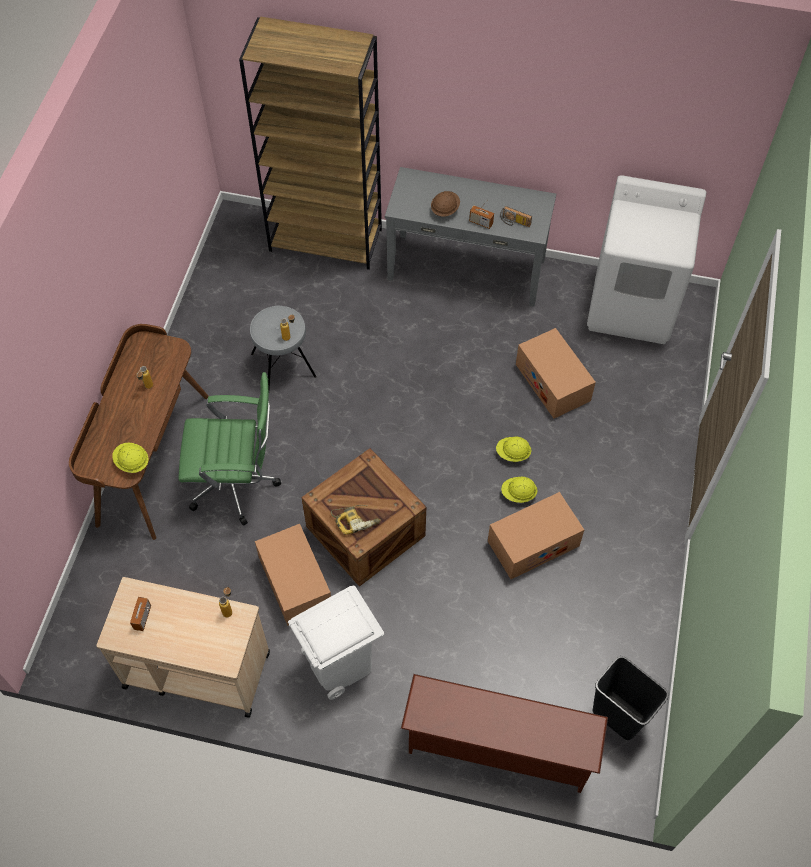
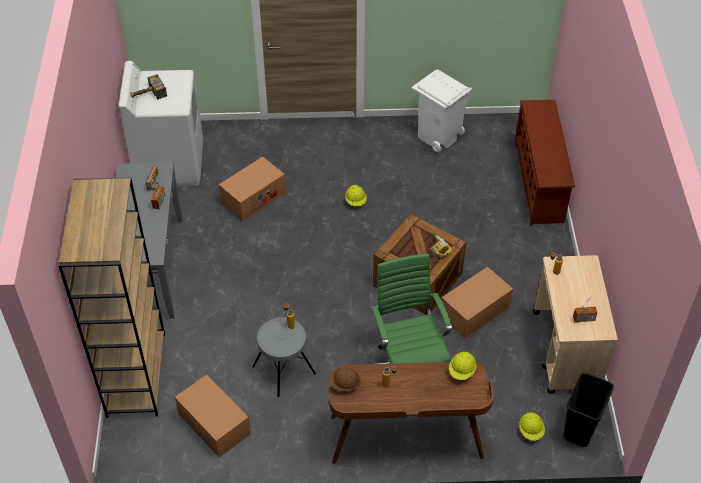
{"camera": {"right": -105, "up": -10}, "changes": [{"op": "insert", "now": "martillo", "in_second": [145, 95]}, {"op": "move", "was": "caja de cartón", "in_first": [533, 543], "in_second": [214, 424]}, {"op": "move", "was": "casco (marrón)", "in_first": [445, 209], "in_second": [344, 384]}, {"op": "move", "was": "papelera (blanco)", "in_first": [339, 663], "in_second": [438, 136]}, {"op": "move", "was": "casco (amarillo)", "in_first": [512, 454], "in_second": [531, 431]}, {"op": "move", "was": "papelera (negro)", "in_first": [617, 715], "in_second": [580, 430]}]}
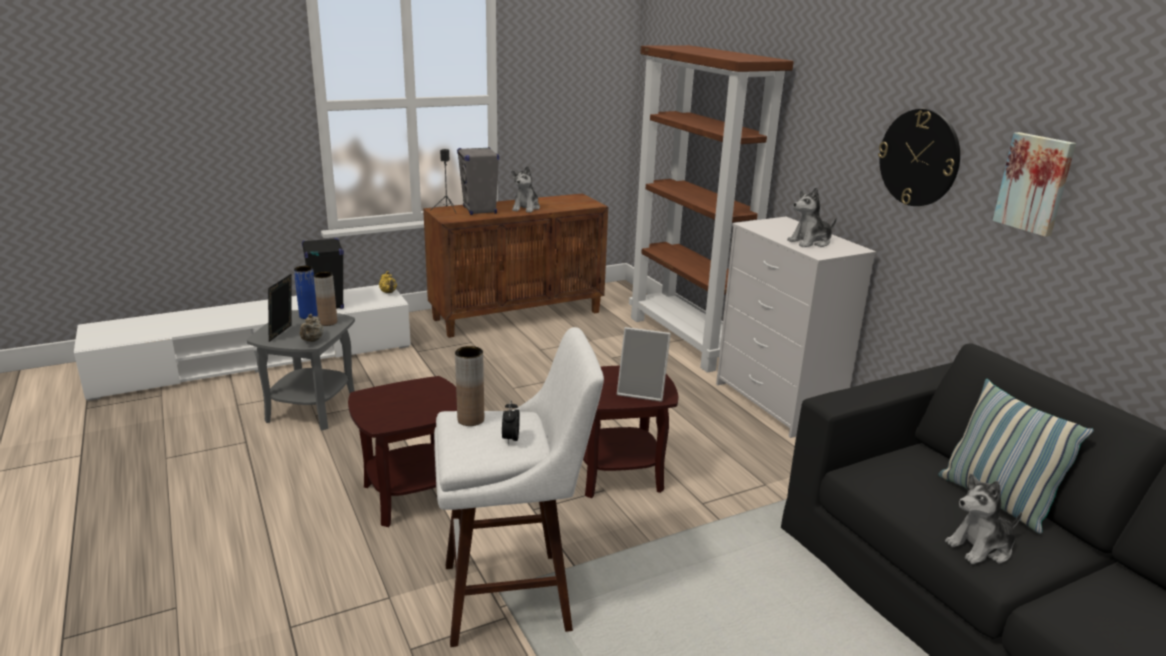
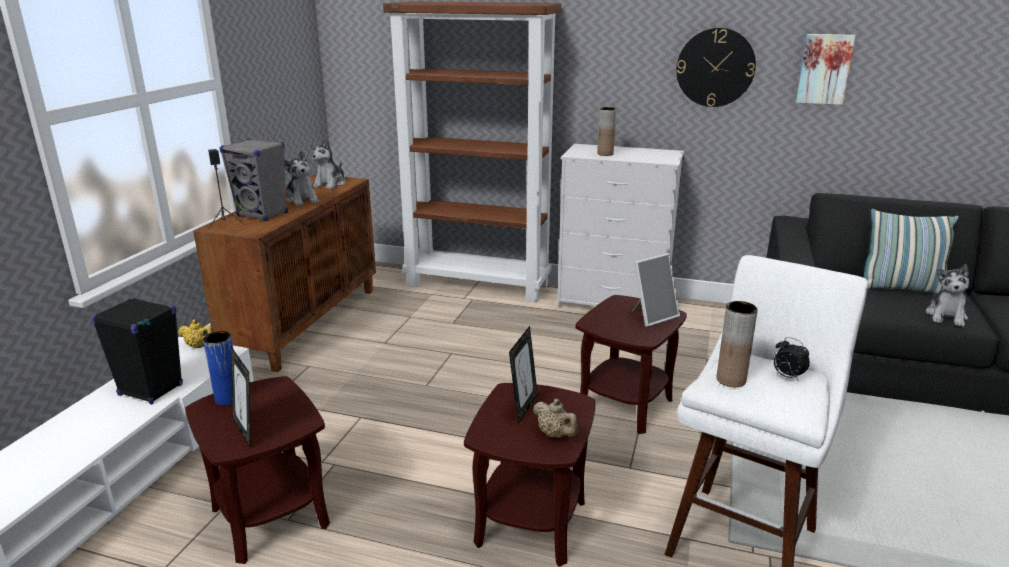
{"camera": {"right": -45, "up": 0}, "changes": [{"op": "recolor", "was": "mesa auxiliar (gris)", "now": "mesa auxiliar (marrón)", "in_first": [312, 409], "in_second": [271, 516]}, {"op": "move", "was": "peluche", "in_first": [810, 242], "in_second": [330, 184]}, {"op": "insert", "now": "portarretratos", "in_second": [523, 407]}, {"op": "move", "was": "tetera (beis)", "in_first": [312, 340], "in_second": [555, 435]}, {"op": "move", "was": "florero (marrón)", "in_first": [328, 322], "in_second": [605, 154]}]}
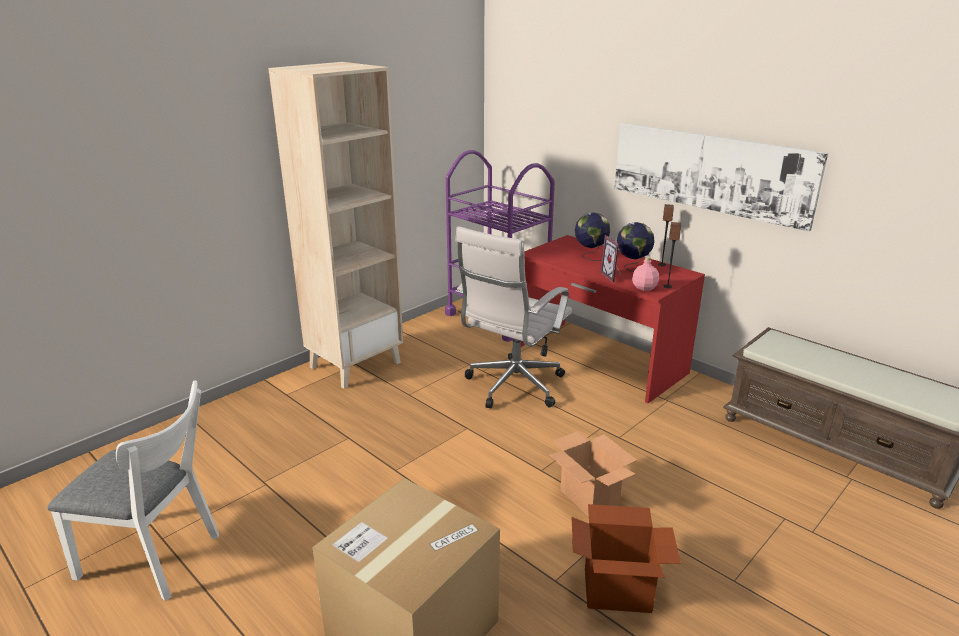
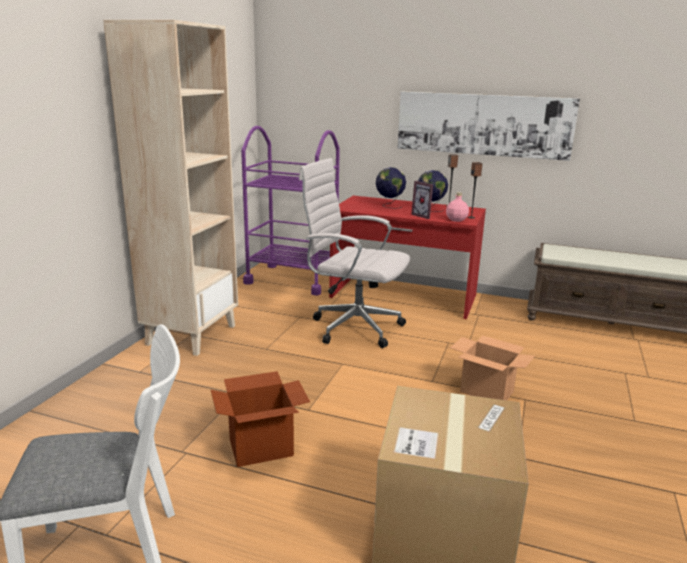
{"camera": {"right": -25, "up": -5}, "changes": [{"op": "move", "was": "caja de cartón", "in_first": [617, 590], "in_second": [261, 447]}, {"op": "rotate", "was": "silla de oficina (blanco)", "in_first": [512, 387], "in_second": [352, 327], "clockwise": 105}]}
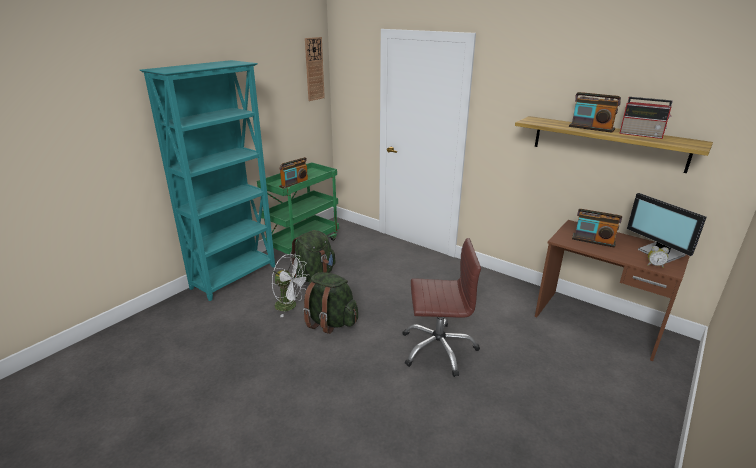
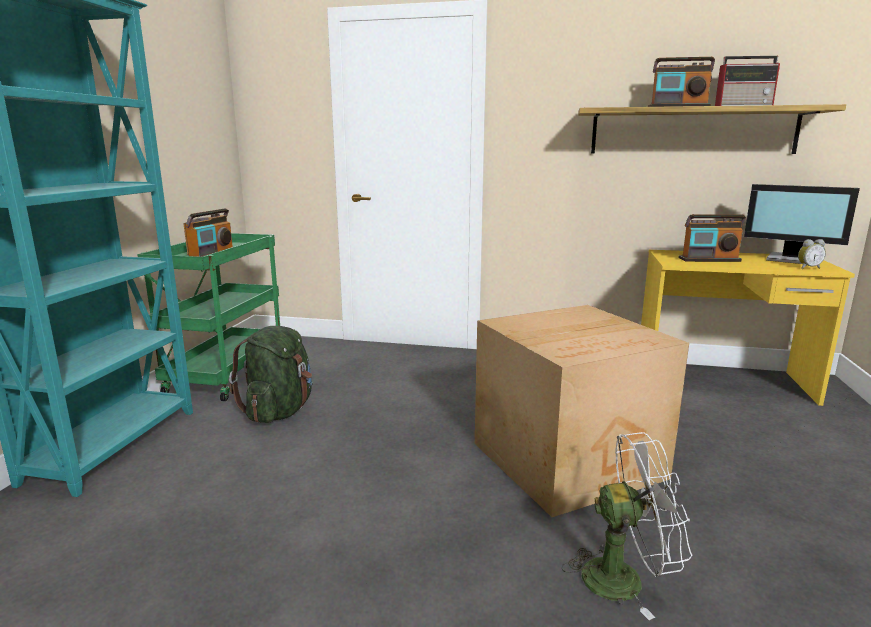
{"camera": {"right": -25, "up": -10}, "changes": [{"op": "replace", "was": "silla de oficina (marrón)", "now": "caja de cartón", "in_first": [438, 348], "in_second": [570, 461]}, {"op": "move", "was": "ventilador (blanco)", "in_first": [290, 306], "in_second": [624, 578]}, {"op": "recolor", "was": "escritorio (marrón)", "now": "escritorio (amarillo)", "in_first": [597, 323], "in_second": [722, 382]}, {"op": "delete", "was": "mochila (verde)", "in_first": [330, 322]}, {"op": "delete", "was": "reloj de pared", "in_first": [314, 69]}]}
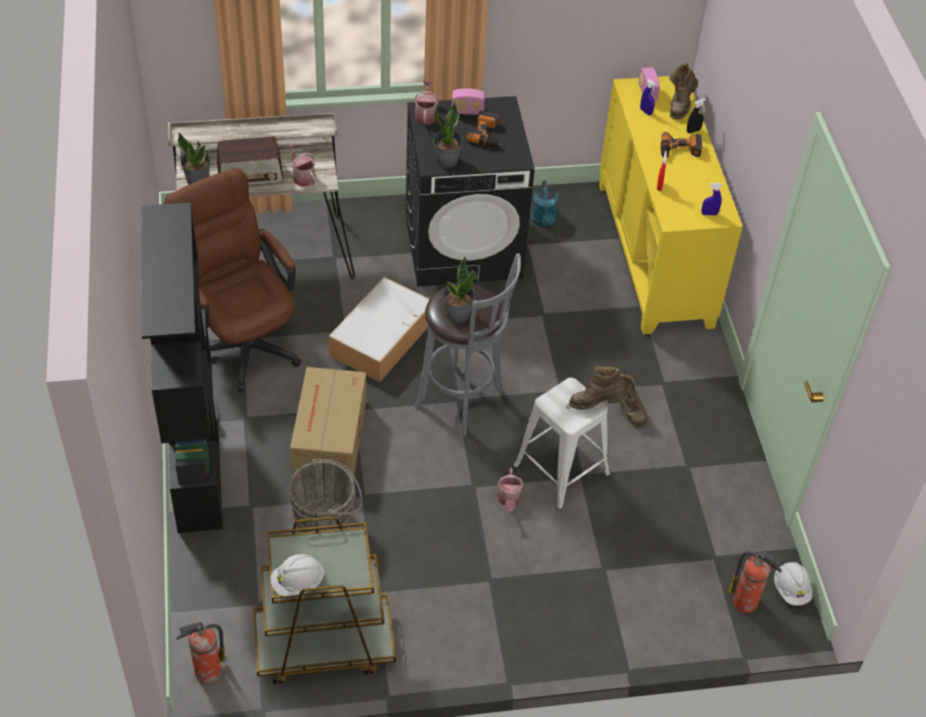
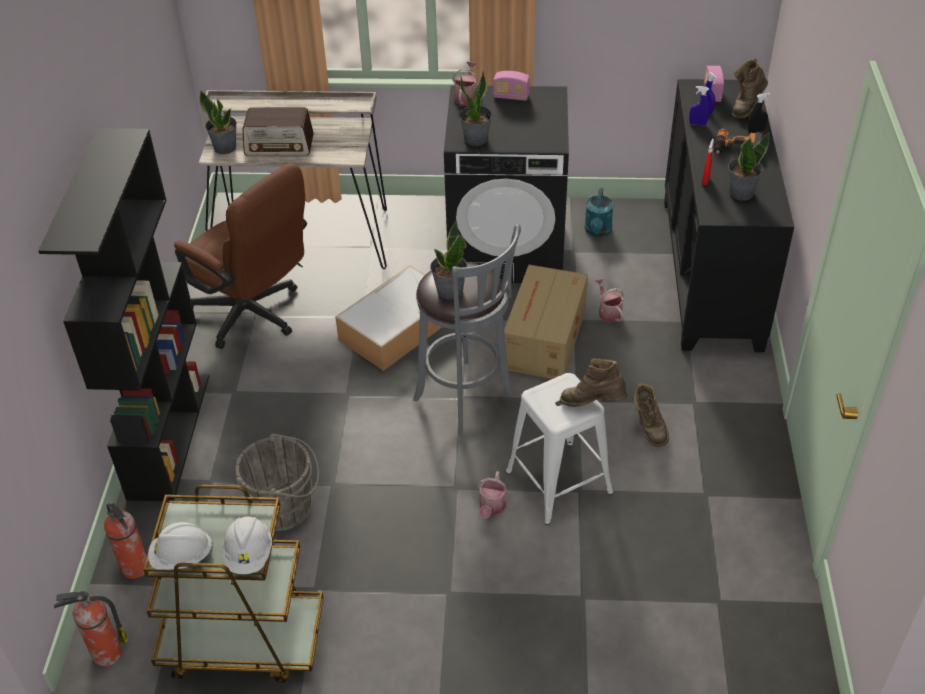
{"camera": {"right": 15, "up": -5}, "changes": [{"op": "move", "was": "extintor", "in_first": [746, 603], "in_second": [136, 568]}, {"op": "rotate", "was": "silla de oficina (marrón)", "in_first": [241, 339], "in_second": [254, 316], "clockwise": 150}, {"op": "move", "was": "casco (blanco)", "in_first": [791, 589], "in_second": [249, 554]}, {"op": "move", "was": "caja de cartón", "in_first": [329, 440], "in_second": [543, 340]}, {"op": "move", "was": "regadera", "in_first": [302, 176], "in_second": [608, 312]}, {"op": "recolor", "was": "armario (amarillo)", "now": "armario (negro)", "in_first": [655, 254], "in_second": [712, 272]}, {"op": "move", "was": "pulverizador (azul)", "in_first": [709, 214], "in_second": [697, 124]}, {"op": "insert", "now": "planta en maceta", "in_second": [741, 192]}, {"op": "delete", "was": "taladro", "in_first": [487, 134]}]}
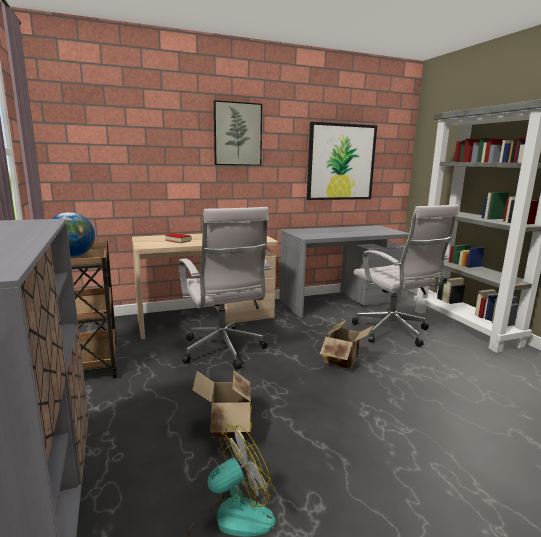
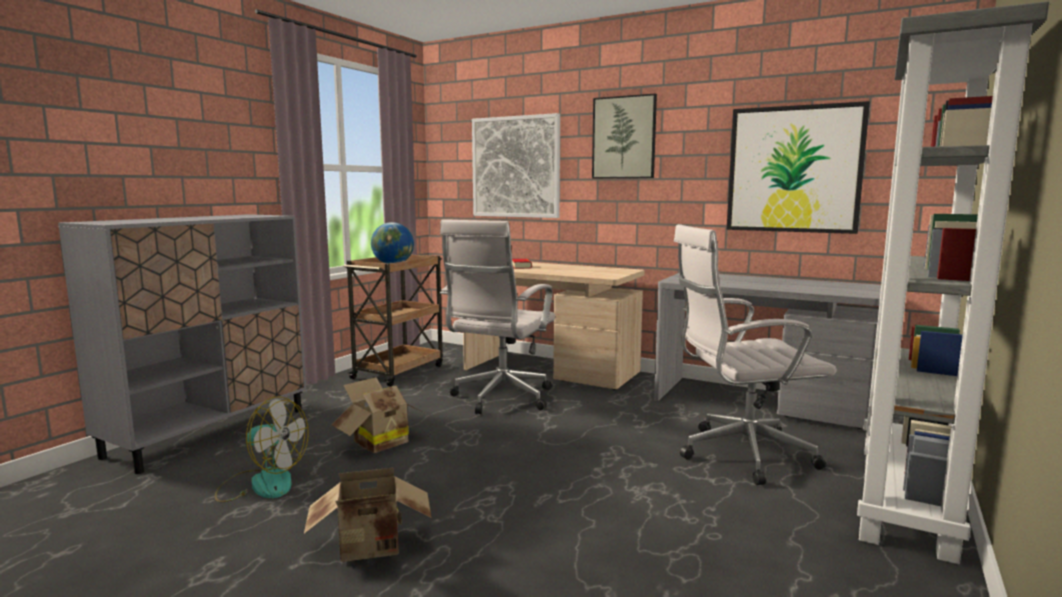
{"camera": {"right": 50, "up": -5}, "changes": [{"op": "move", "was": "caja de cartón", "in_first": [344, 361], "in_second": [372, 548]}, {"op": "insert", "now": "cuadro", "in_second": [515, 167]}, {"op": "rotate", "was": "silla de oficina (blanco)", "in_first": [393, 333], "in_second": [740, 455], "clockwise": 60}]}
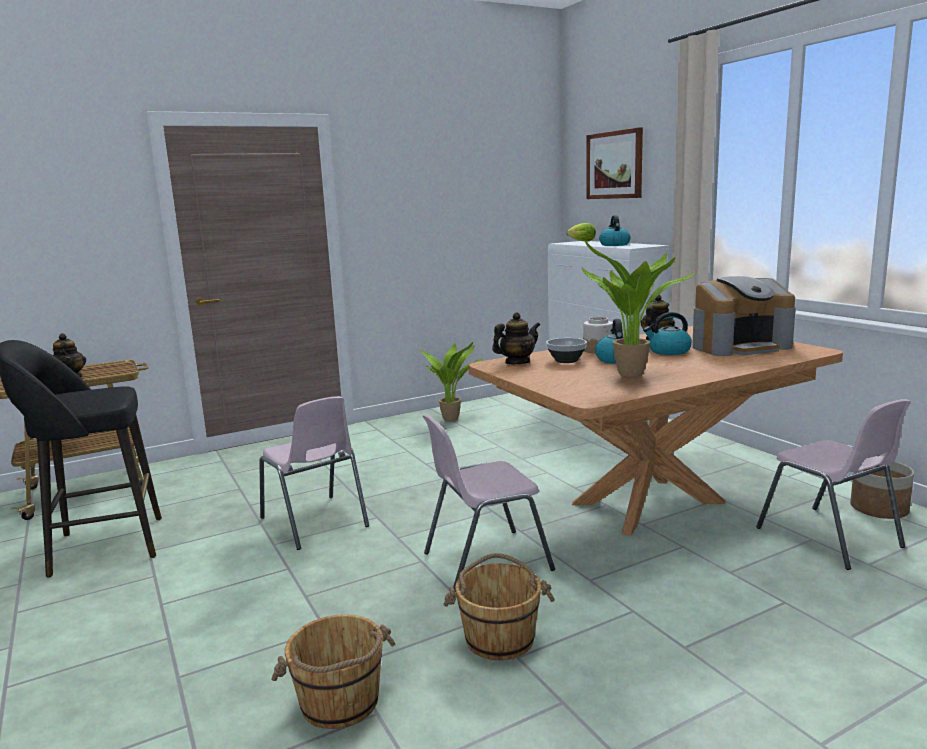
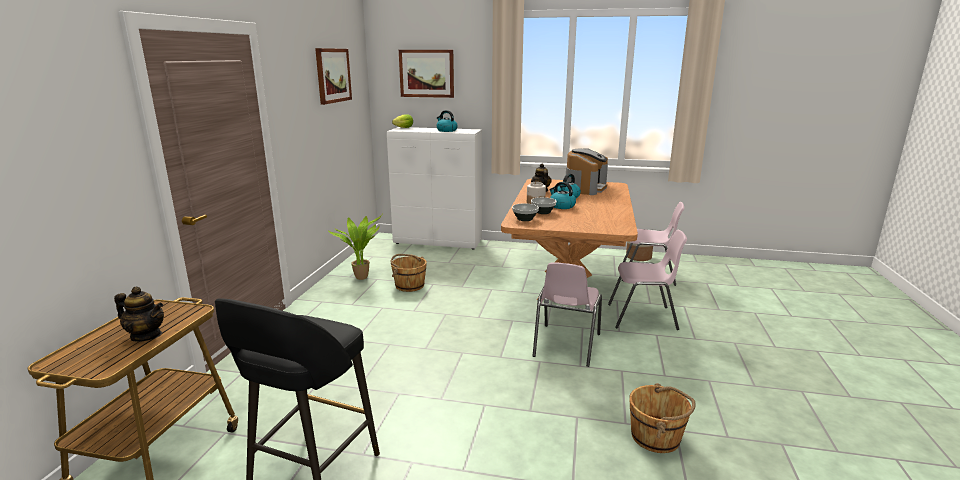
{"camera": {"right": -50, "up": 5}, "changes": [{"op": "insert", "now": "cuadro", "in_second": [333, 75]}, {"op": "move", "was": "cubo (marrón)", "in_first": [499, 637], "in_second": [409, 285]}, {"op": "replace", "was": "tetera", "now": "cuenco", "in_first": [517, 362], "in_second": [524, 219]}, {"op": "move", "was": "silla (rosa)", "in_first": [315, 523], "in_second": [643, 317]}, {"op": "delete", "was": "planta en maceta", "in_first": [631, 376]}]}
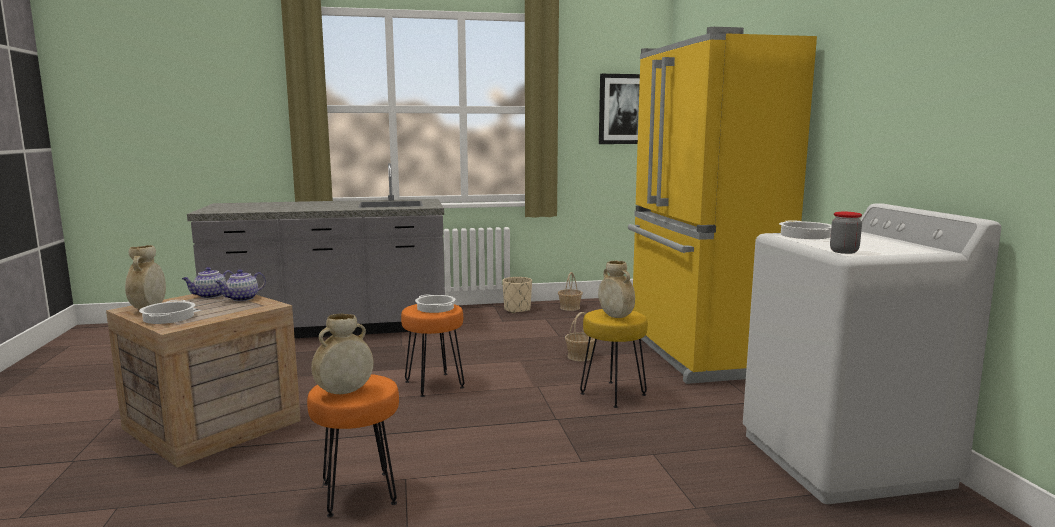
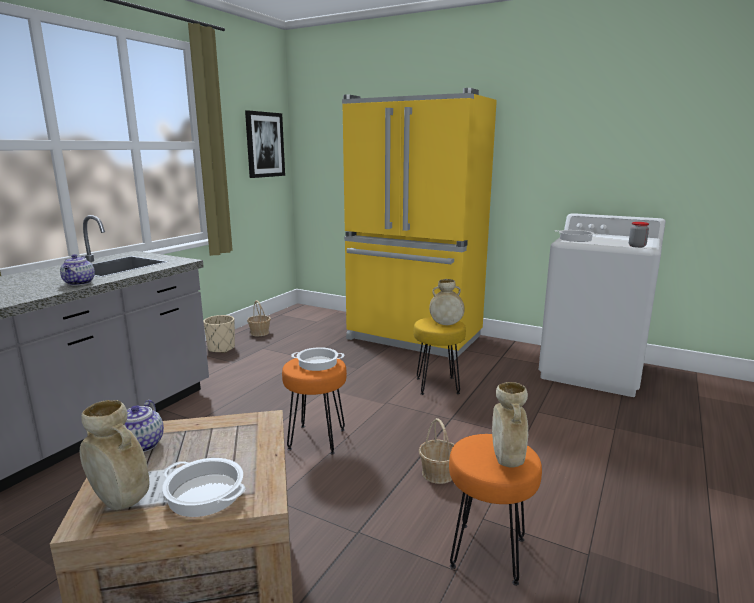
{"camera": {"right": -50, "up": 5}, "changes": [{"op": "move", "was": "tetera", "in_first": [242, 299], "in_second": [79, 283]}, {"op": "move", "was": "cesta", "in_first": [580, 357], "in_second": [438, 473]}]}
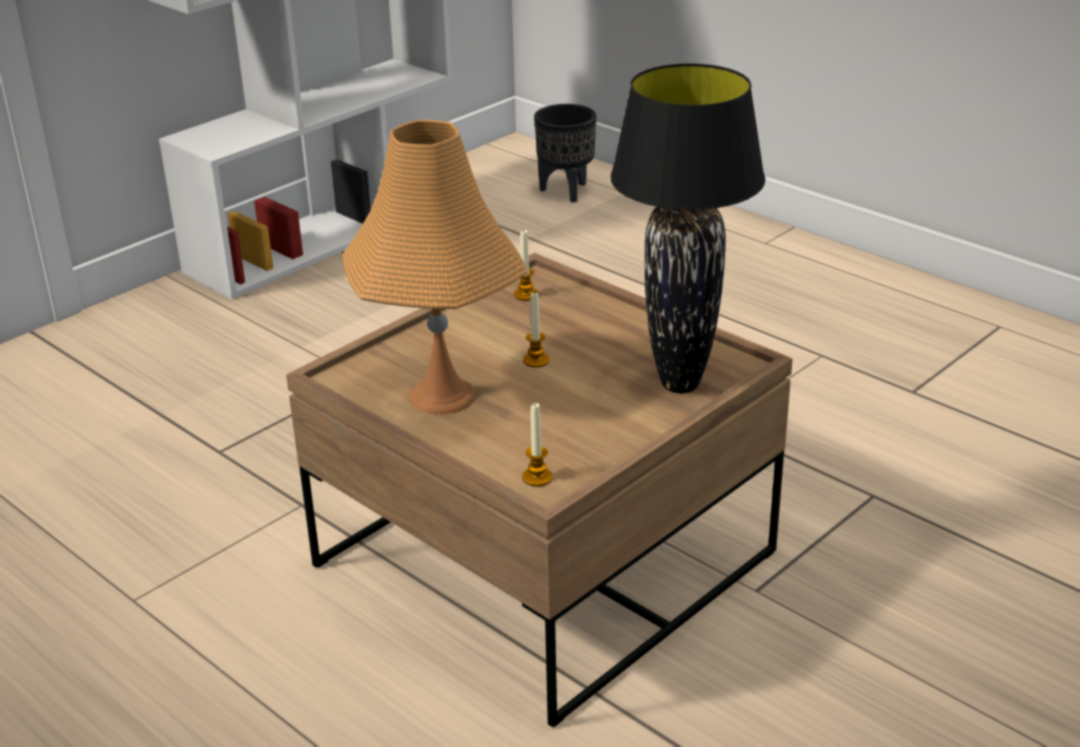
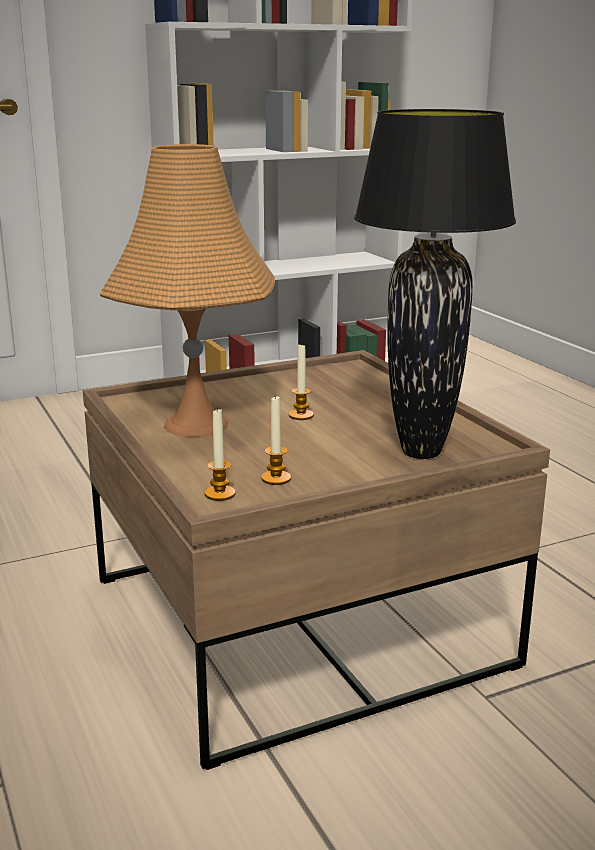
{"camera": {"right": 20, "up": -10}, "changes": [{"op": "move", "was": "vela", "in_first": [526, 294], "in_second": [276, 478]}, {"op": "delete", "was": "maceta (negro)", "in_first": [567, 191]}]}
